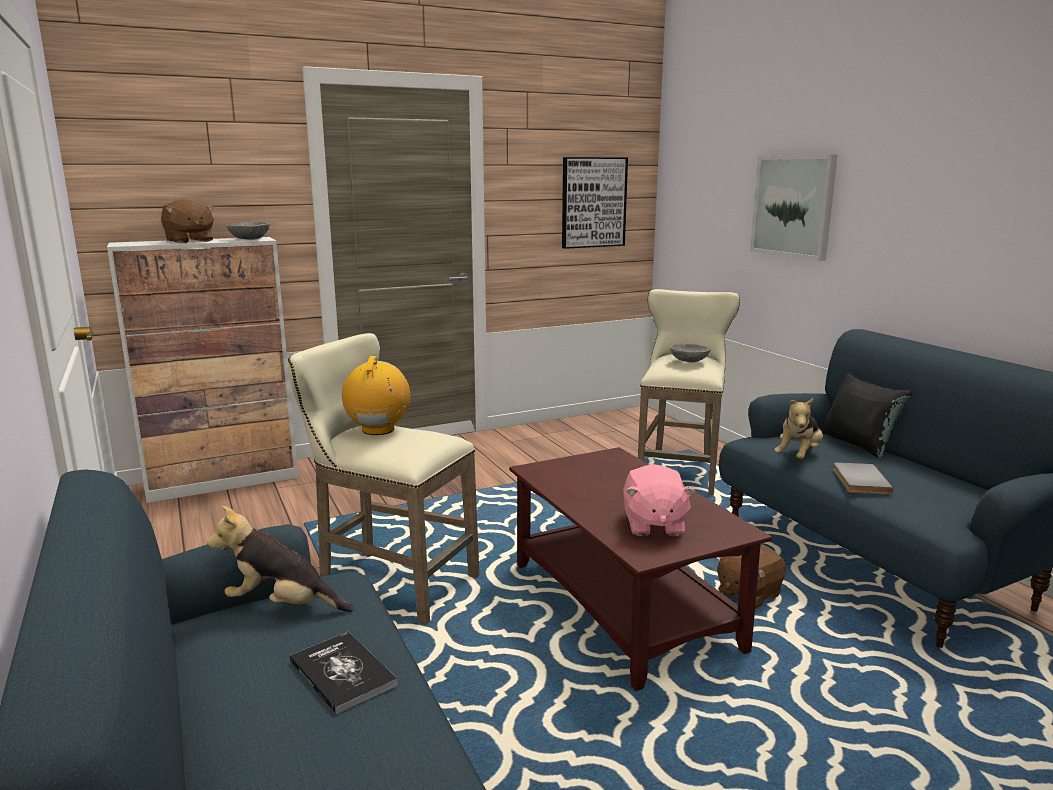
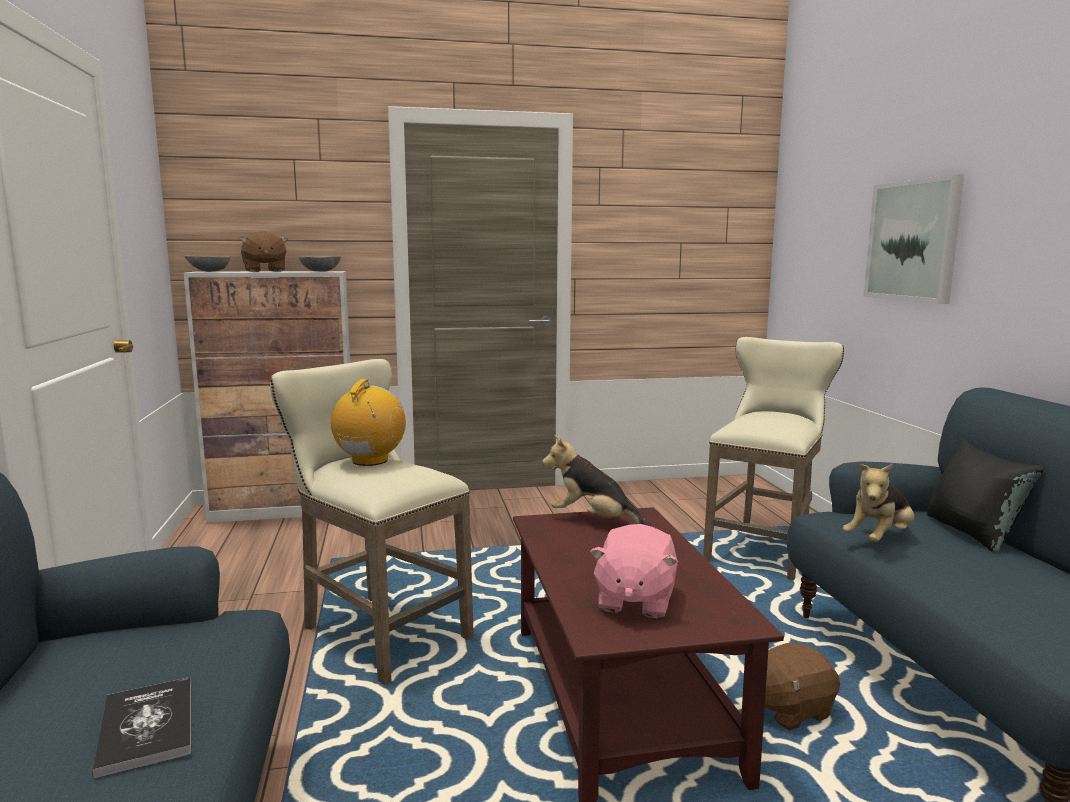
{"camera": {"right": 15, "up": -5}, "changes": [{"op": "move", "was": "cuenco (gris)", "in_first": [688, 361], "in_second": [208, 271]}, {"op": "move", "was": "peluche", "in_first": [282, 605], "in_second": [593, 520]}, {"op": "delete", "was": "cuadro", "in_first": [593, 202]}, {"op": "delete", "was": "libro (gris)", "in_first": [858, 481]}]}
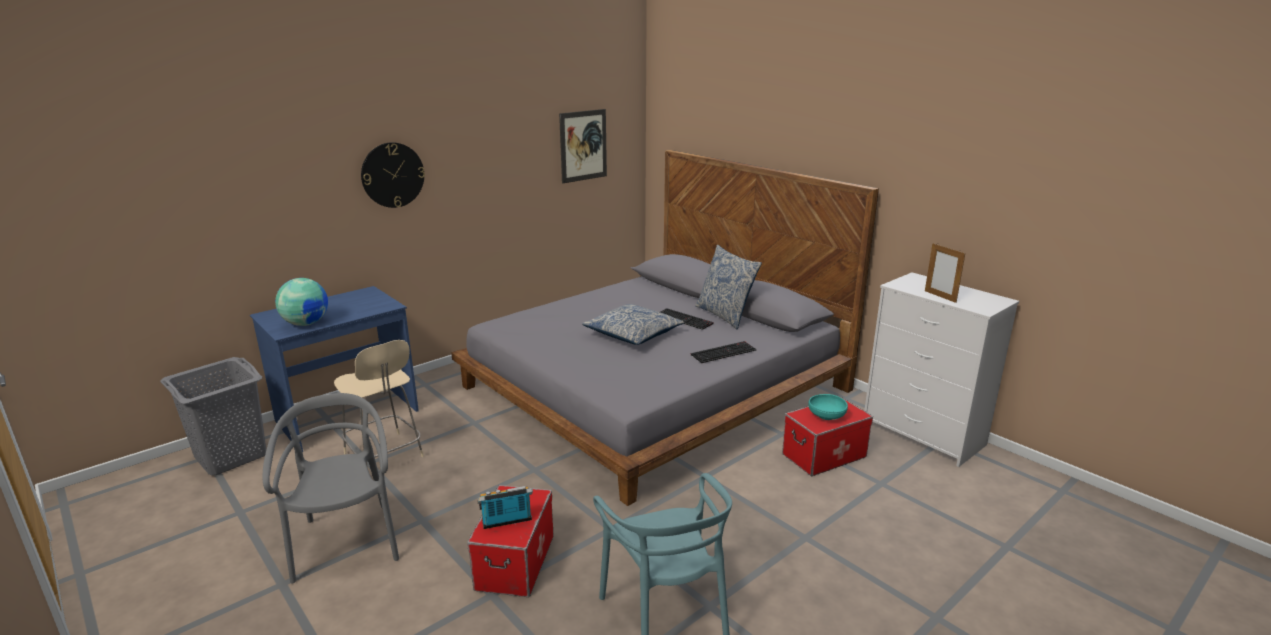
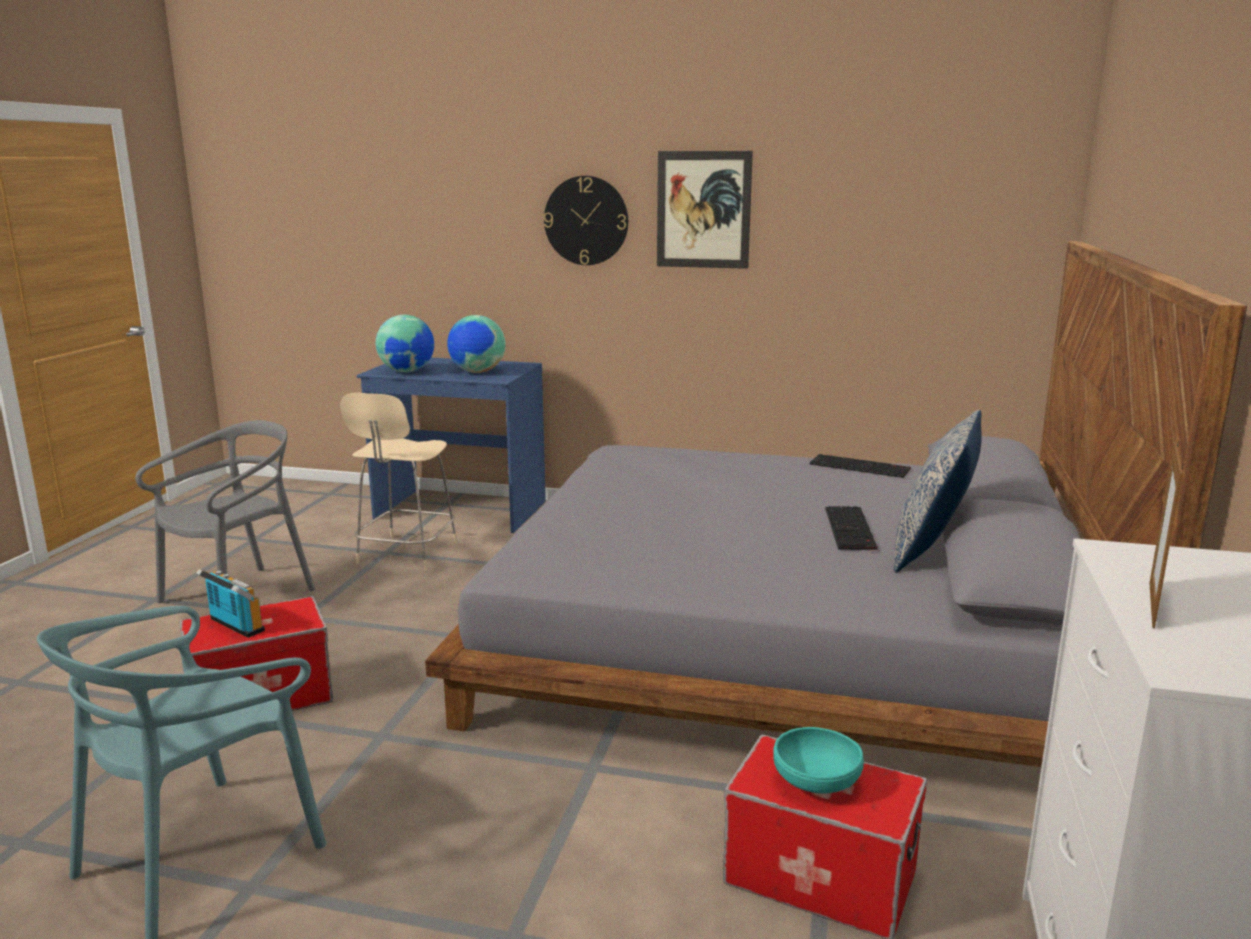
{"camera": {"right": 55, "up": -5}, "changes": [{"op": "insert", "now": "globo terráqueo", "in_second": [477, 372]}, {"op": "move", "was": "cuadro", "in_first": [583, 145], "in_second": [703, 210]}, {"op": "move", "was": "teclado", "in_first": [723, 352], "in_second": [861, 466]}, {"op": "delete", "was": "cesto de la ropa (gris)", "in_first": [231, 456]}, {"op": "delete", "was": "cojín", "in_first": [633, 334]}]}
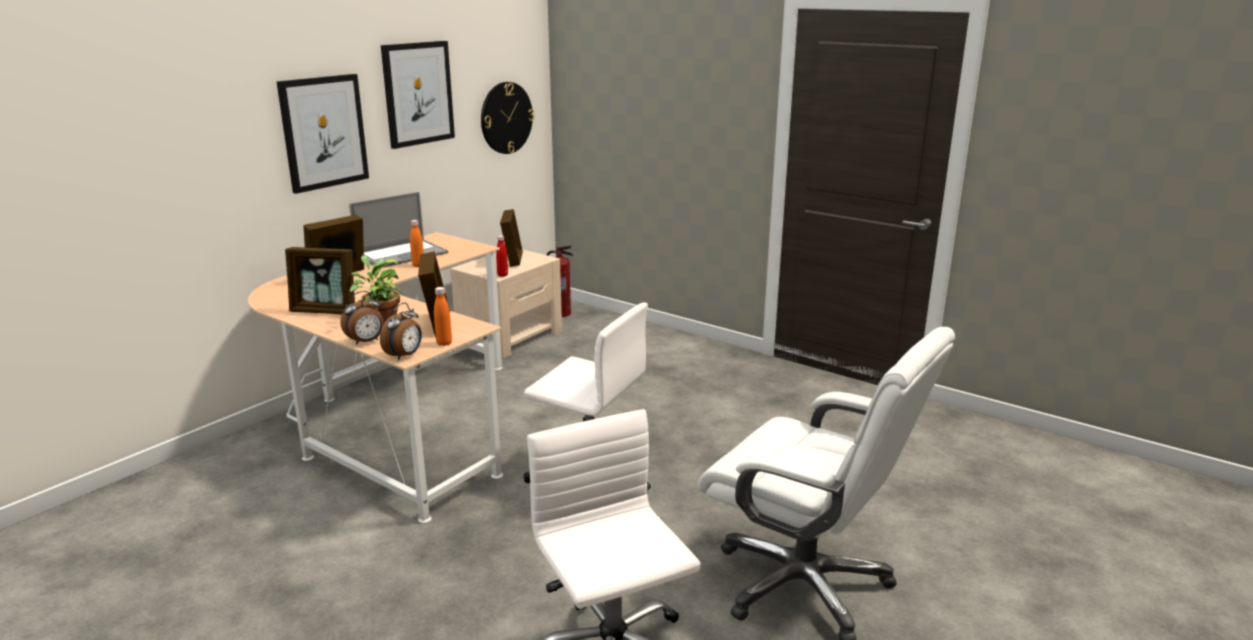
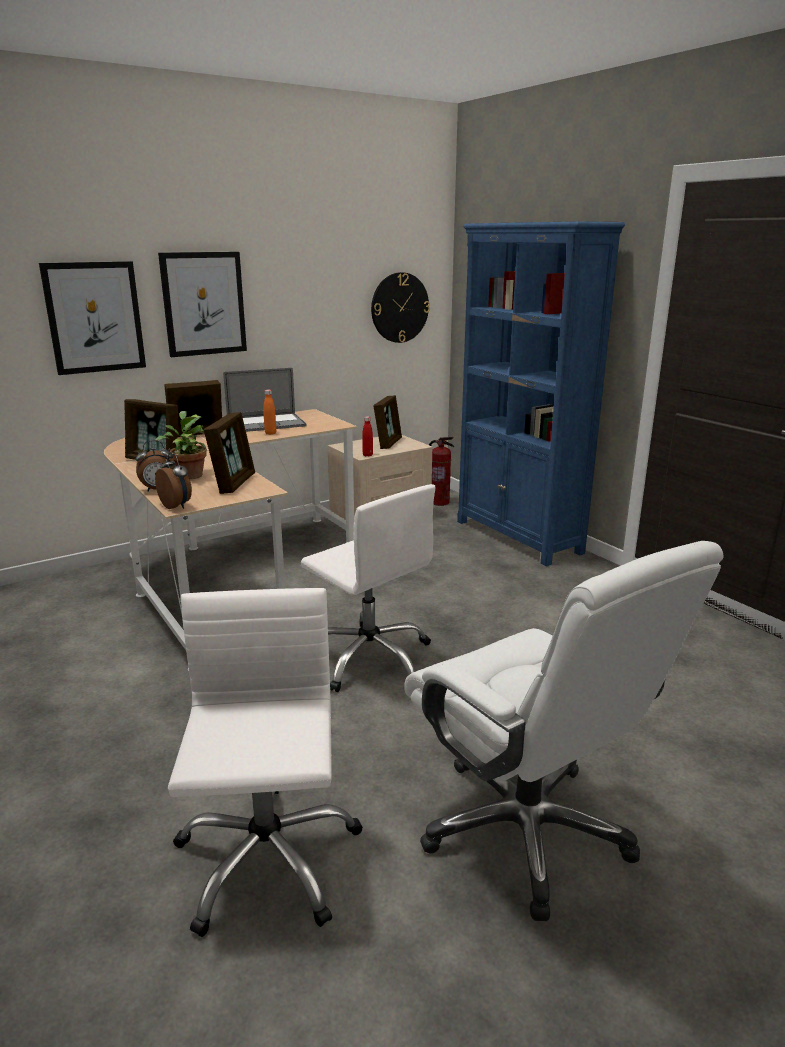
{"camera": {"right": 20, "up": 0}, "changes": [{"op": "move", "was": "cuadro", "in_first": [418, 93], "in_second": [94, 317]}, {"op": "rotate", "was": "despertador", "in_first": [405, 356], "in_second": [177, 506], "clockwise": -90}, {"op": "insert", "now": "estantería (azul)", "in_second": [518, 537]}, {"op": "delete", "was": "botella (naranja)", "in_first": [444, 343]}]}
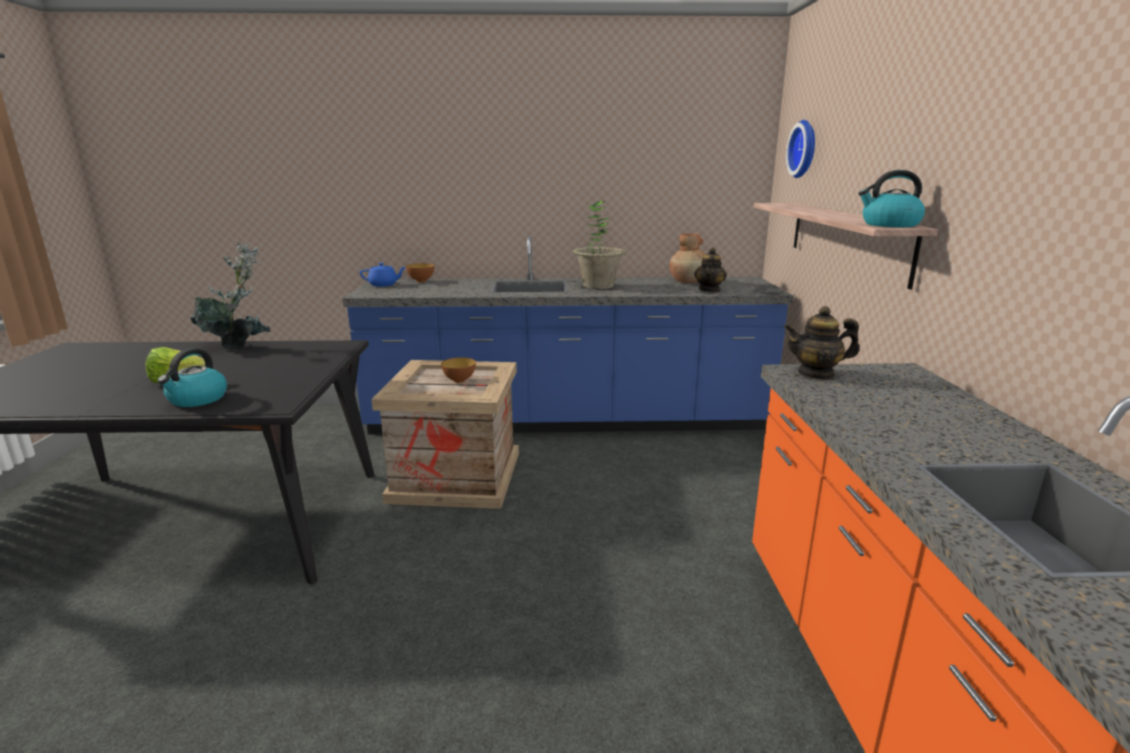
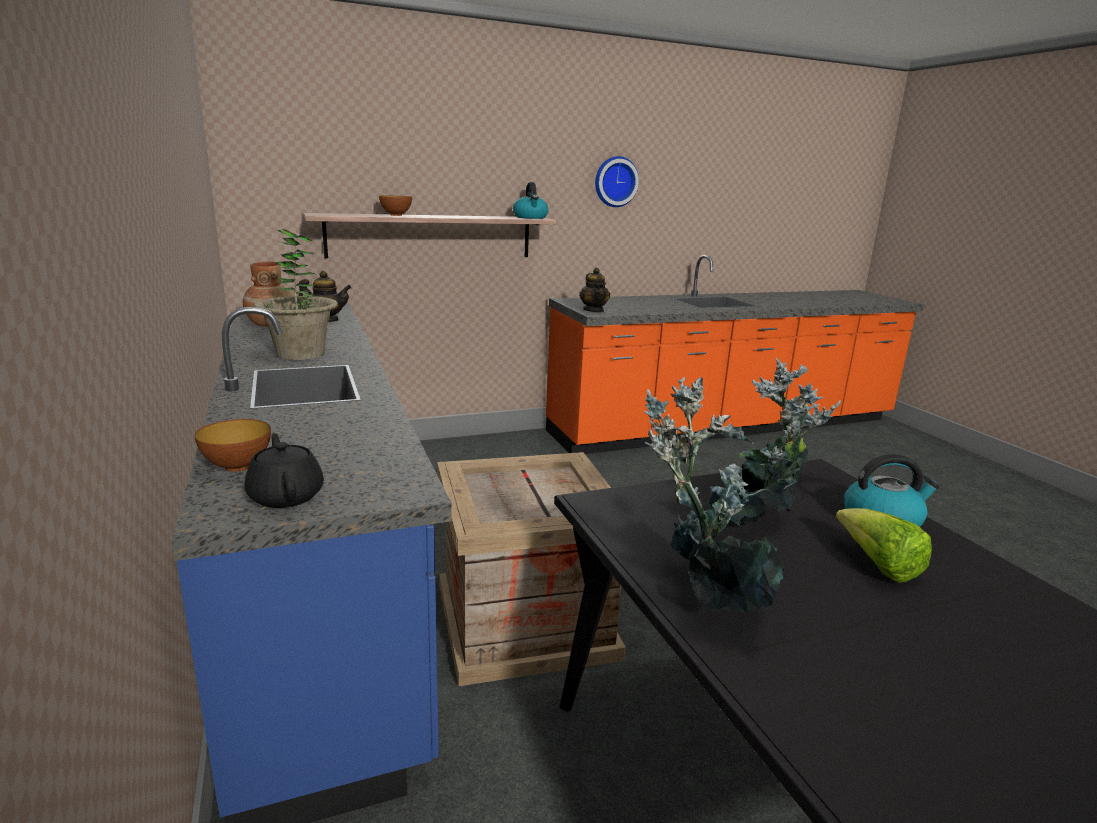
{"camera": {"right": -110, "up": 0}, "changes": [{"op": "recolor", "was": "tetera (azul)", "now": "tetera (negro)", "in_first": [384, 285], "in_second": [286, 496]}, {"op": "move", "was": "cuenco", "in_first": [459, 381], "in_second": [396, 215]}, {"op": "move", "was": "reloj de pared", "in_first": [805, 149], "in_second": [615, 181]}, {"op": "insert", "now": "planta en maceta", "in_second": [753, 531]}]}
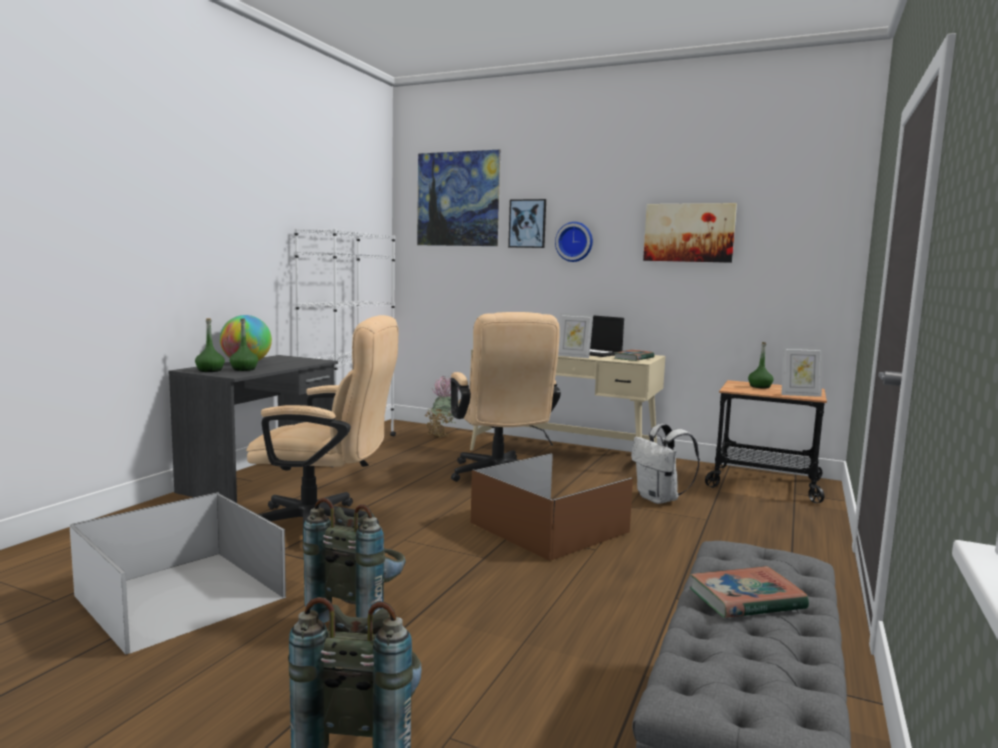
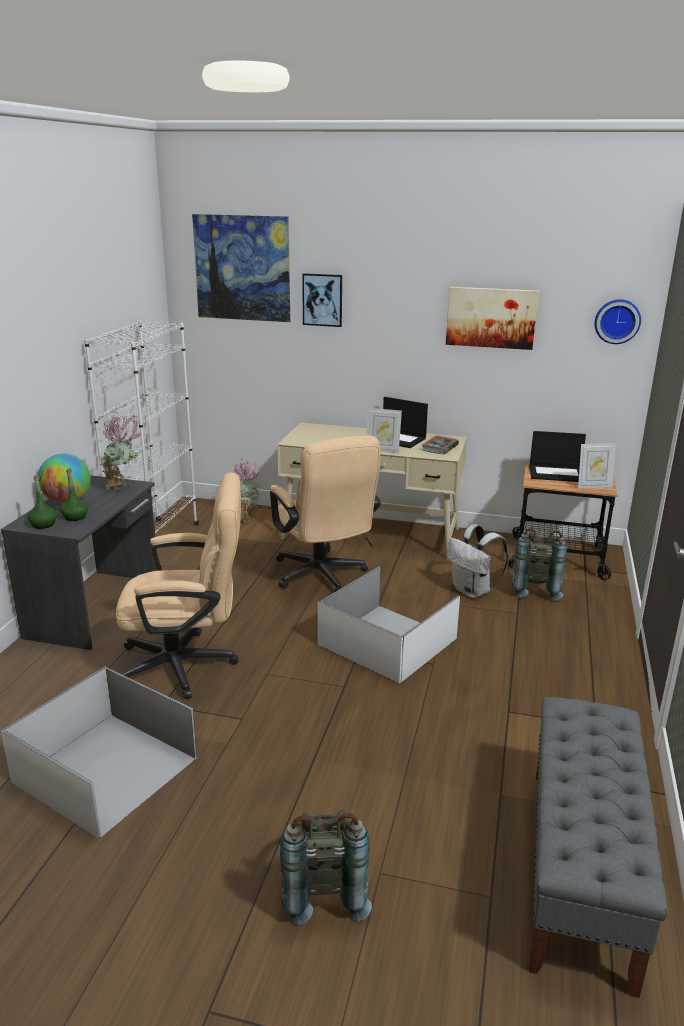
{"camera": {"right": -10, "up": 15}, "changes": [{"op": "insert", "now": "planta en maceta", "in_second": [123, 487]}, {"op": "recolor", "was": "caja de almacenaje (marrón)", "now": "caja de almacenaje (blanco)", "in_first": [551, 528], "in_second": [389, 642]}, {"op": "move", "was": "mochila (gris)", "in_first": [360, 615], "in_second": [534, 589]}, {"op": "replace", "was": "botella (verde)", "now": "portátil", "in_first": [760, 387], "in_second": [557, 473]}, {"op": "move", "was": "reloj de pared", "in_first": [574, 242], "in_second": [617, 321]}, {"op": "delete", "was": "libro", "in_first": [746, 599]}]}
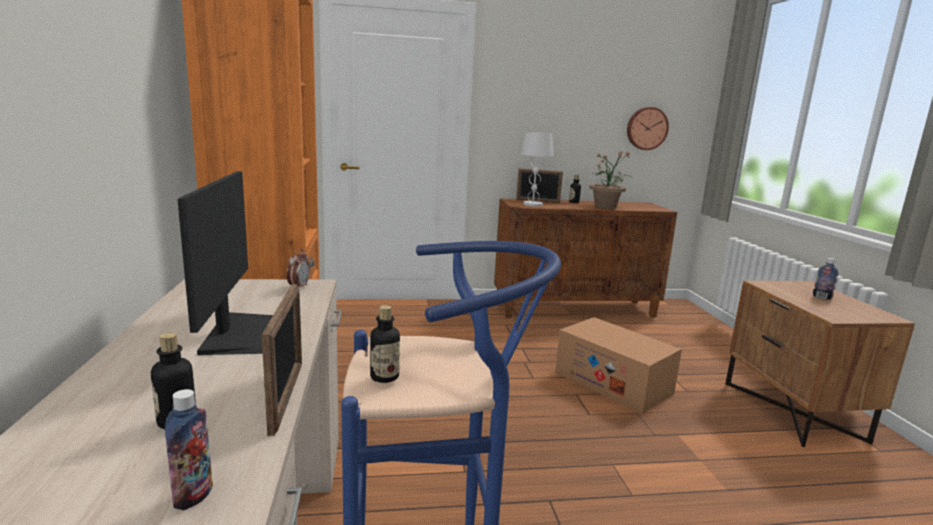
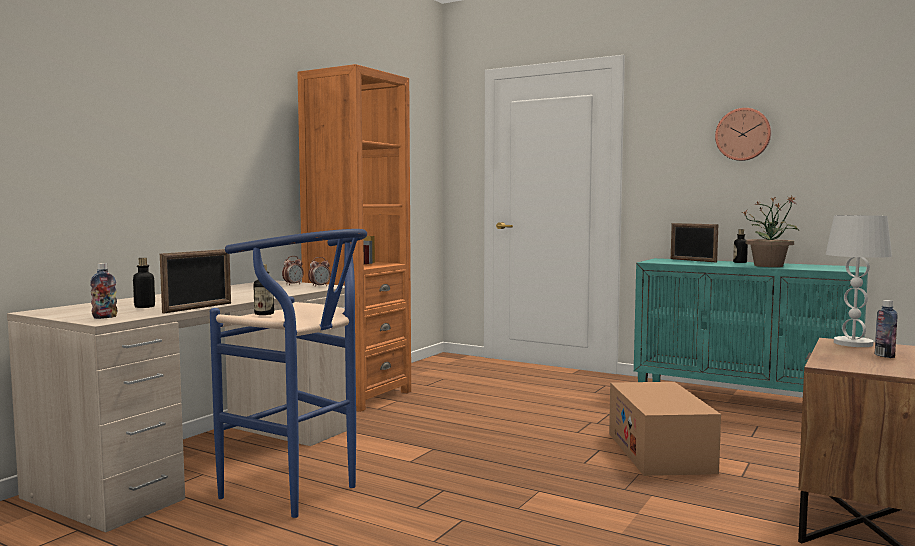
{"camera": {"right": 40, "up": -10}, "changes": [{"op": "insert", "now": "despertador", "in_second": [293, 284]}, {"op": "recolor", "was": "armario (marrón)", "now": "armario (turquesa)", "in_first": [575, 308], "in_second": [744, 399]}, {"op": "move", "was": "reloj de pared", "in_first": [646, 128], "in_second": [743, 134]}, {"op": "move", "was": "lámpara de mesa (blanco)", "in_first": [532, 204], "in_second": [852, 343]}, {"op": "delete", "was": "monitor", "in_first": [240, 333]}]}
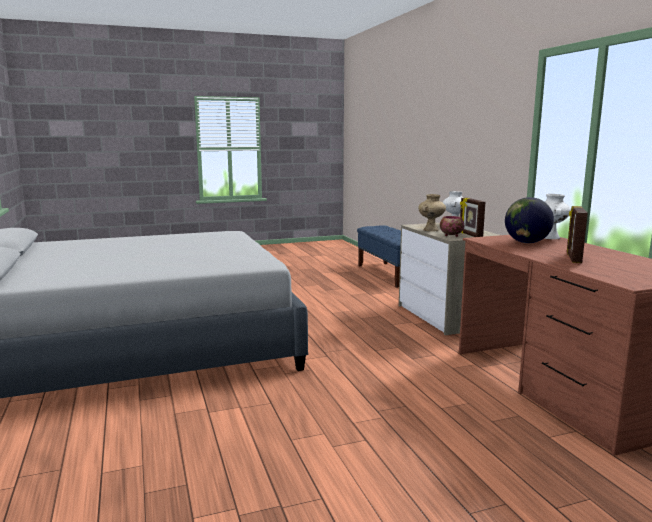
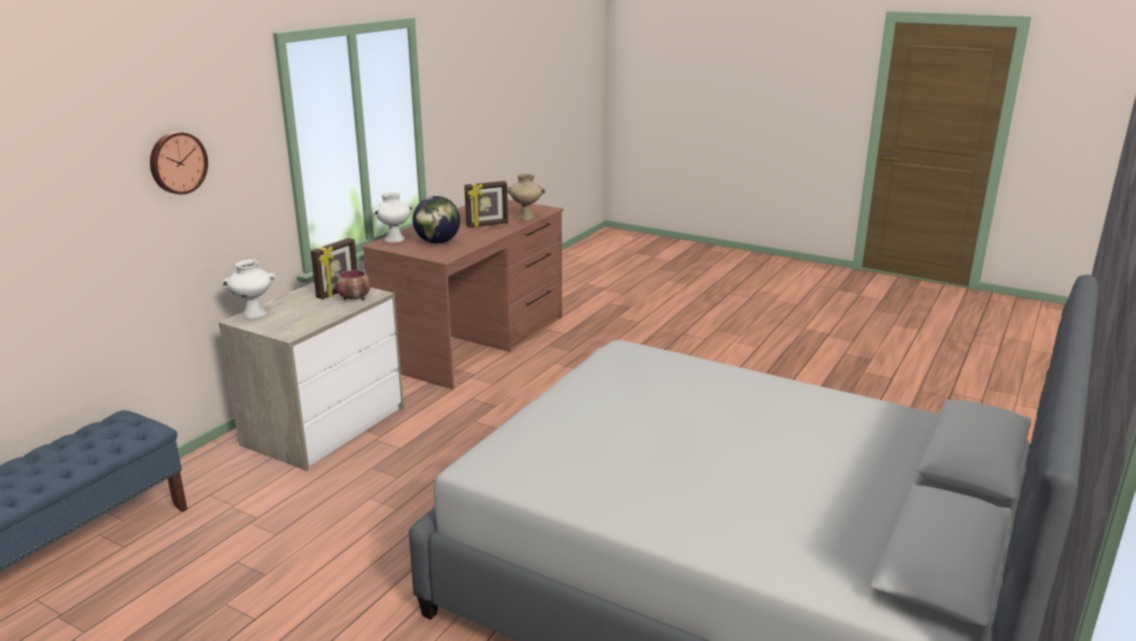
{"camera": {"right": -130, "up": 10}, "changes": [{"op": "insert", "now": "reloj de pared", "in_second": [177, 162]}, {"op": "move", "was": "florero (beis)", "in_first": [431, 230], "in_second": [526, 217]}]}
